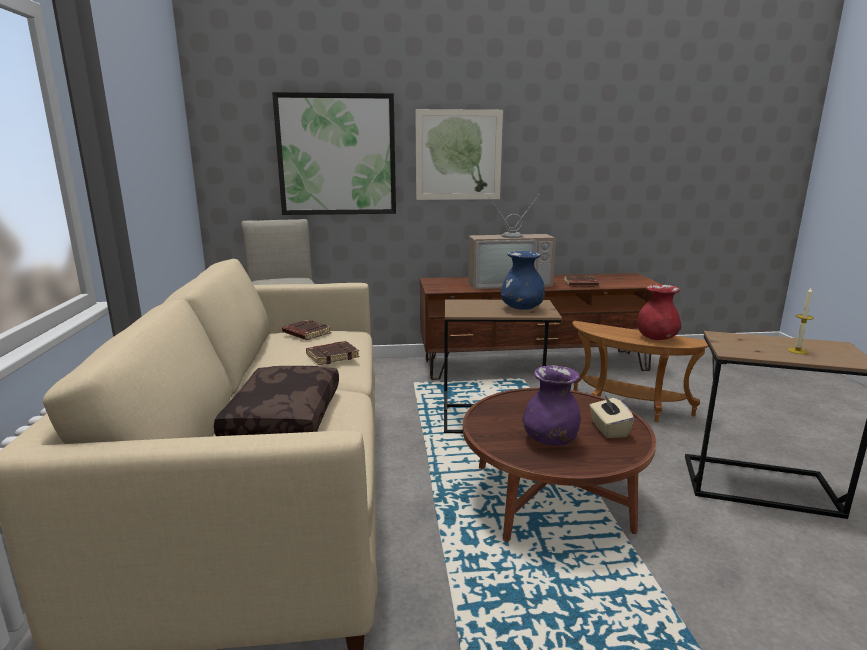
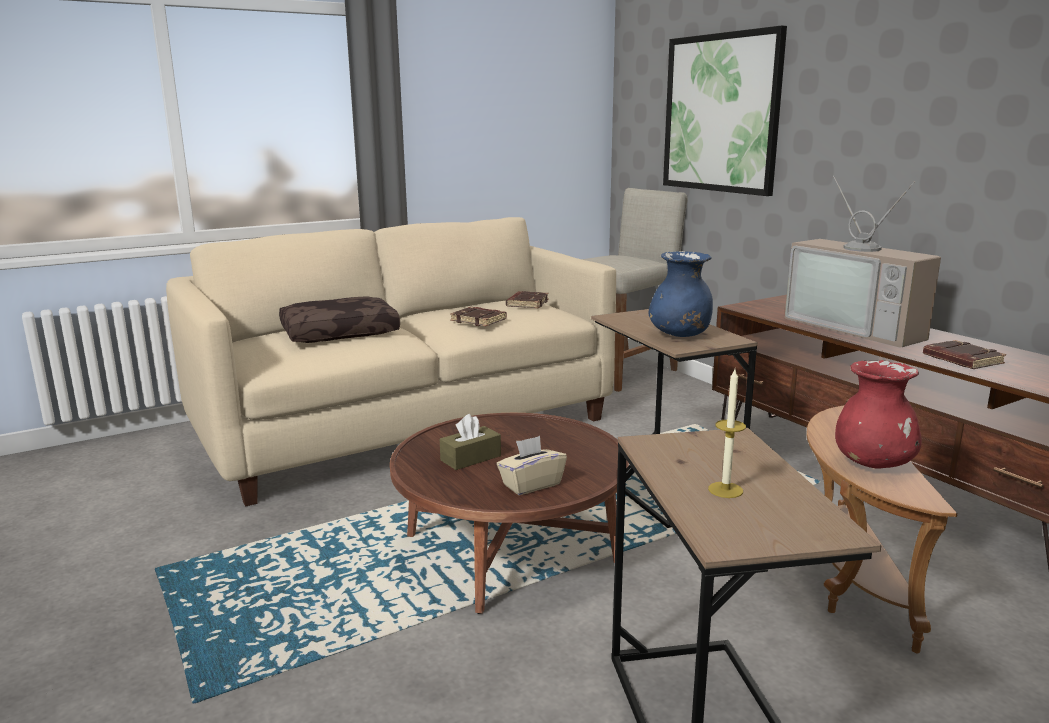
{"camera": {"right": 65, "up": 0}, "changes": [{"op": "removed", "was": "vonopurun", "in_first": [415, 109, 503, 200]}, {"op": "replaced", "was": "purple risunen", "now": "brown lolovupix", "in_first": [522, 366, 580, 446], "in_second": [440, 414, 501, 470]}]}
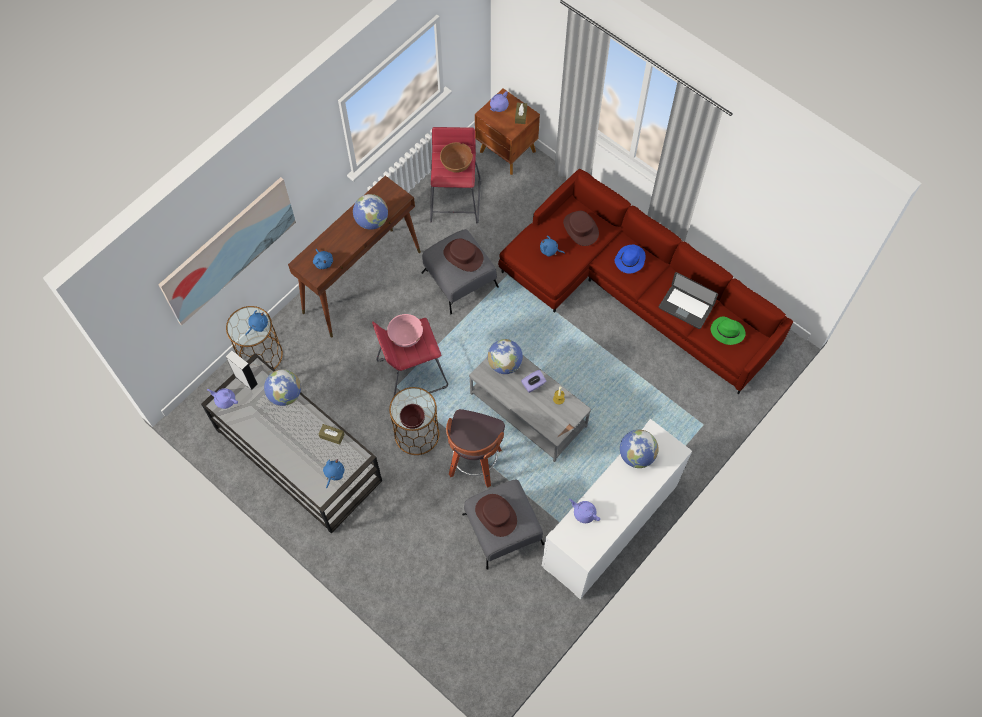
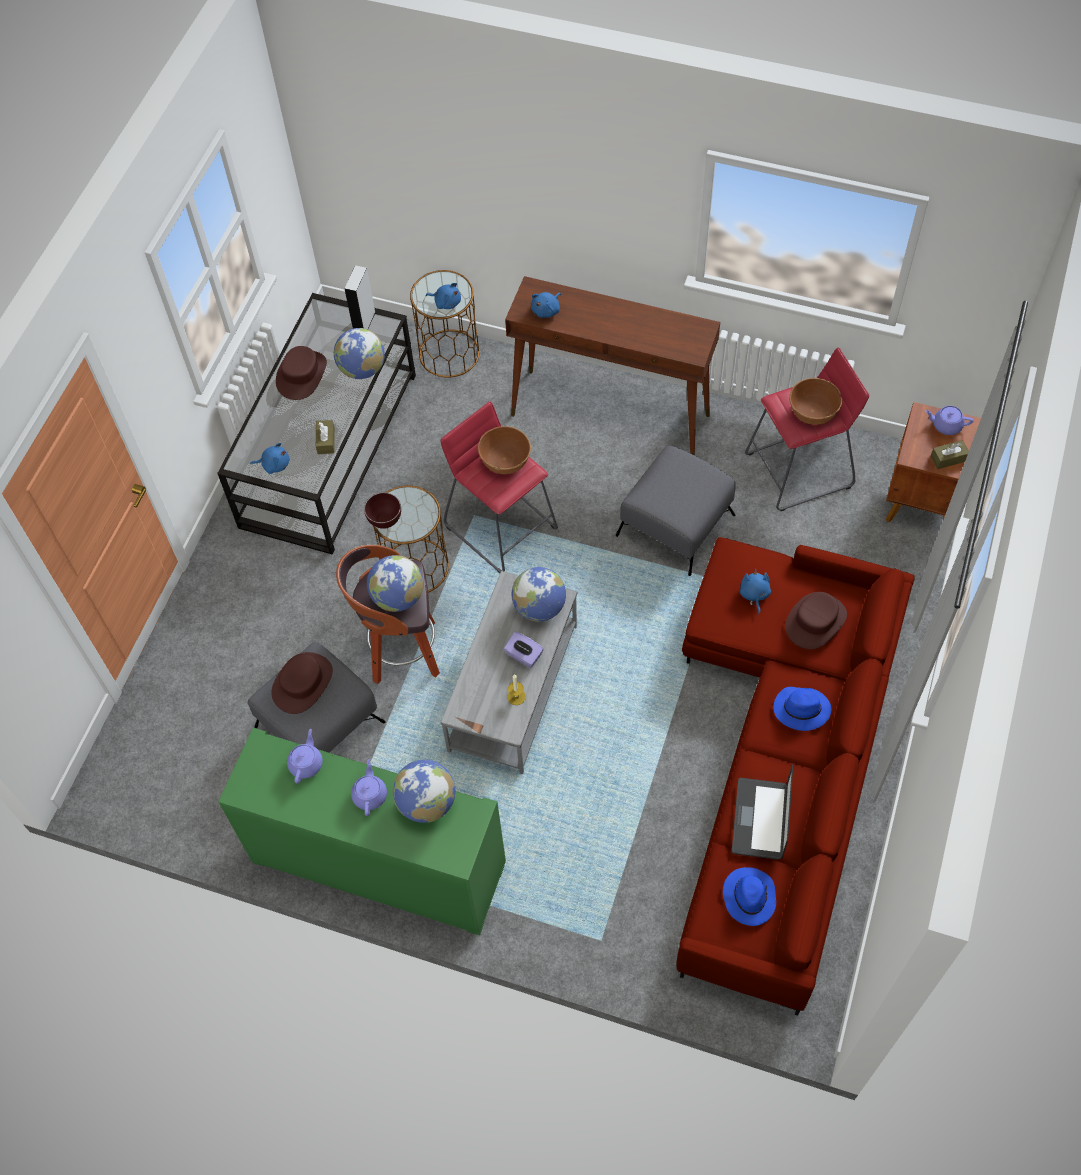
{"camera": {"right": 70, "up": -5}, "changes": [{"op": "removed", "was": "vonopurun", "in_first": [158, 177, 296, 325]}, {"op": "moved", "was": "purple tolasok", "in_first": [207, 388, 238, 409], "in_second": [351, 759, 387, 816]}, {"op": "moved", "was": "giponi", "in_first": [353, 194, 388, 230], "in_second": [367, 555, 423, 612]}, {"op": "moved", "was": "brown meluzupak", "in_first": [443, 238, 483, 272], "in_second": [276, 346, 327, 400]}, {"op": "recoloured", "was": "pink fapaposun", "now": "brown fapaposun", "in_first": [387, 314, 423, 347], "in_second": [478, 426, 531, 475]}, {"op": "recoloured", "was": "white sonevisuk", "now": "green sonevisuk", "in_first": [542, 419, 692, 599], "in_second": [218, 728, 506, 935]}, {"op": "recoloured", "was": "green meluzupak", "now": "blue meluzupak", "in_first": [711, 316, 746, 345], "in_second": [723, 867, 776, 926]}]}
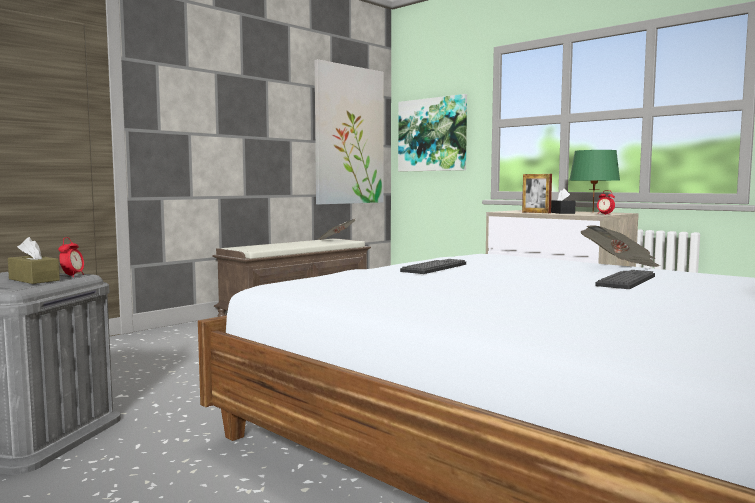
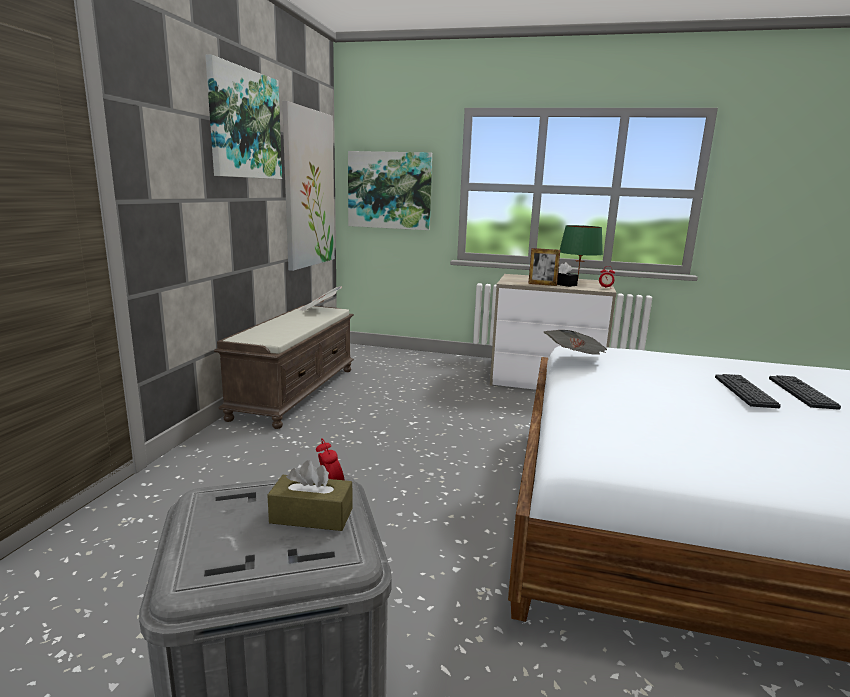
{"camera": {"right": -30, "up": 10}, "changes": [{"op": "added", "now": "vonopurun", "in_second": [205, 54, 282, 179]}, {"op": "moved", "was": "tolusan", "in_first": [400, 259, 466, 274], "in_second": [715, 374, 781, 408]}, {"op": "moved", "was": "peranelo", "in_first": [580, 226, 660, 267], "in_second": [543, 330, 607, 355]}]}
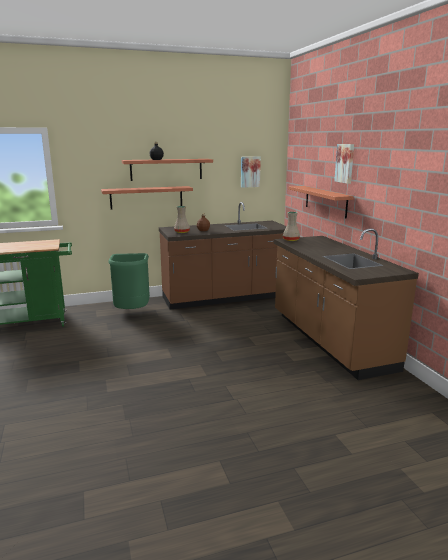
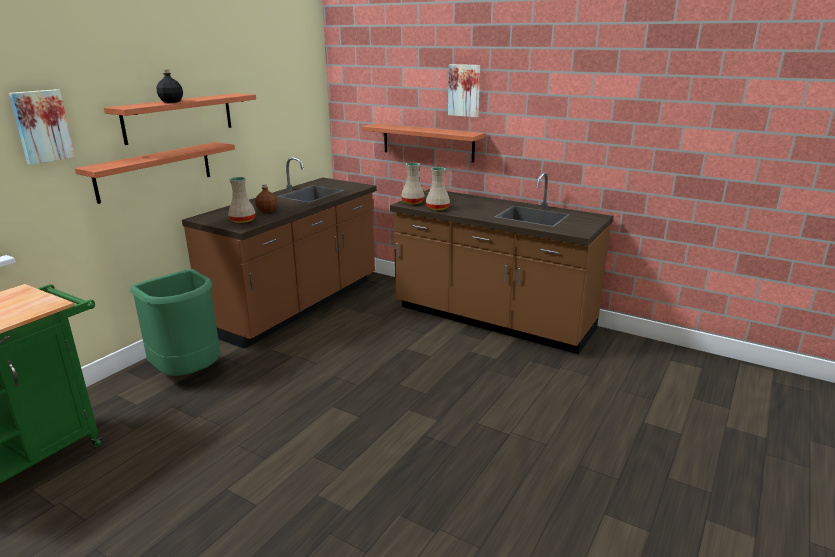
{"camera": {"right": -40, "up": 5}, "changes": [{"op": "added", "now": "beige risunen", "in_second": [426, 167, 450, 210]}, {"op": "moved", "was": "vonopurun", "in_first": [241, 156, 261, 188], "in_second": [9, 89, 75, 165]}]}
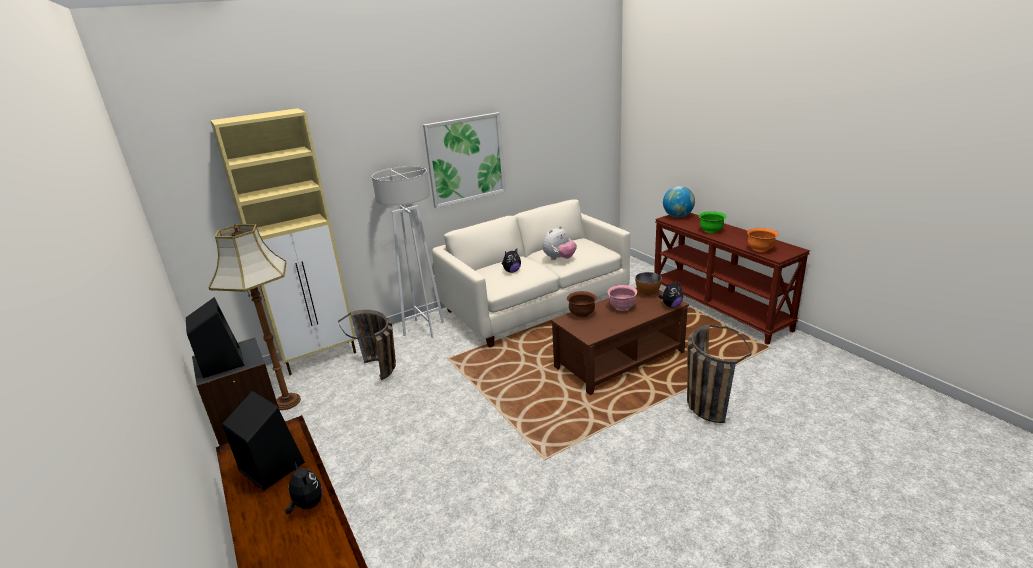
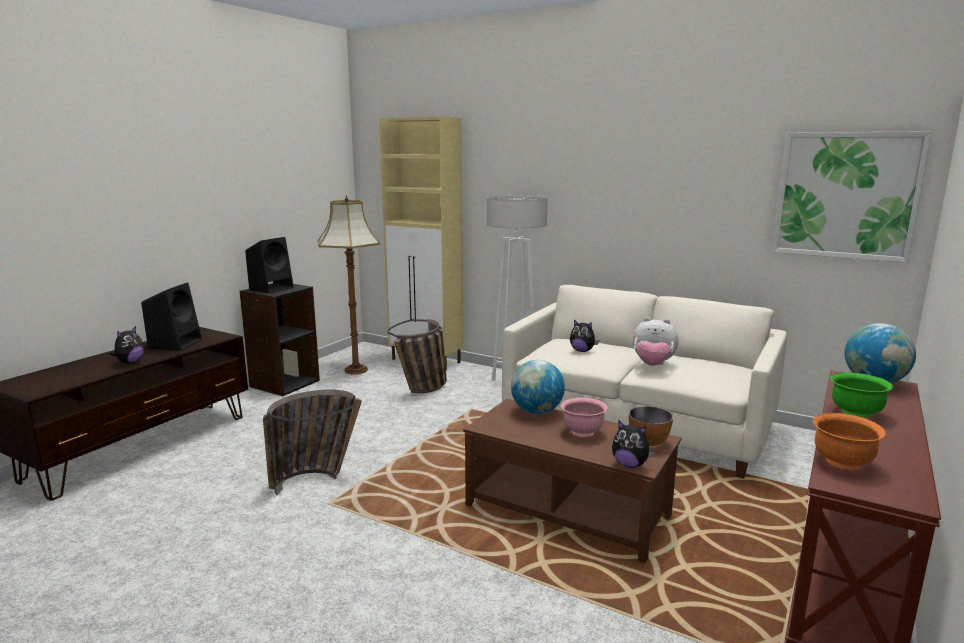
{"camera": {"right": 60, "up": -10}, "changes": [{"op": "moved", "was": "vonopurun", "in_first": [423, 112, 506, 208], "in_second": [772, 131, 932, 263]}, {"op": "moved", "was": "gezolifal", "in_first": [687, 324, 752, 423], "in_second": [263, 390, 362, 495]}, {"op": "replaced", "was": "brown fapaposun", "now": "giponi", "in_first": [567, 291, 597, 318], "in_second": [511, 360, 565, 414]}]}
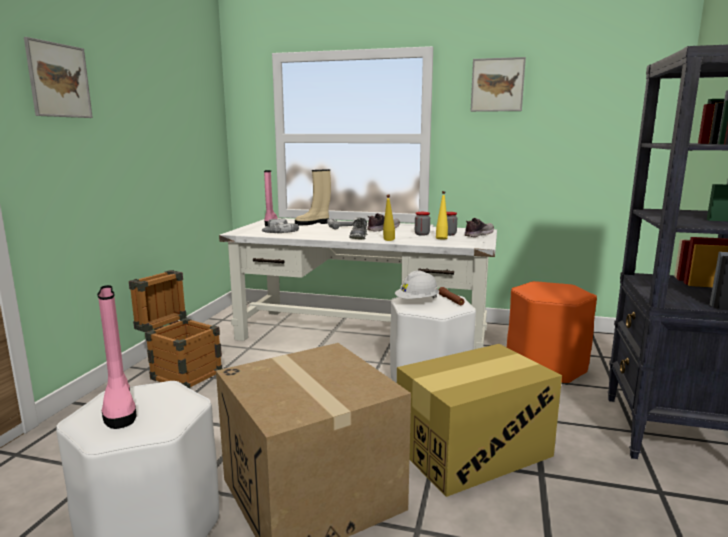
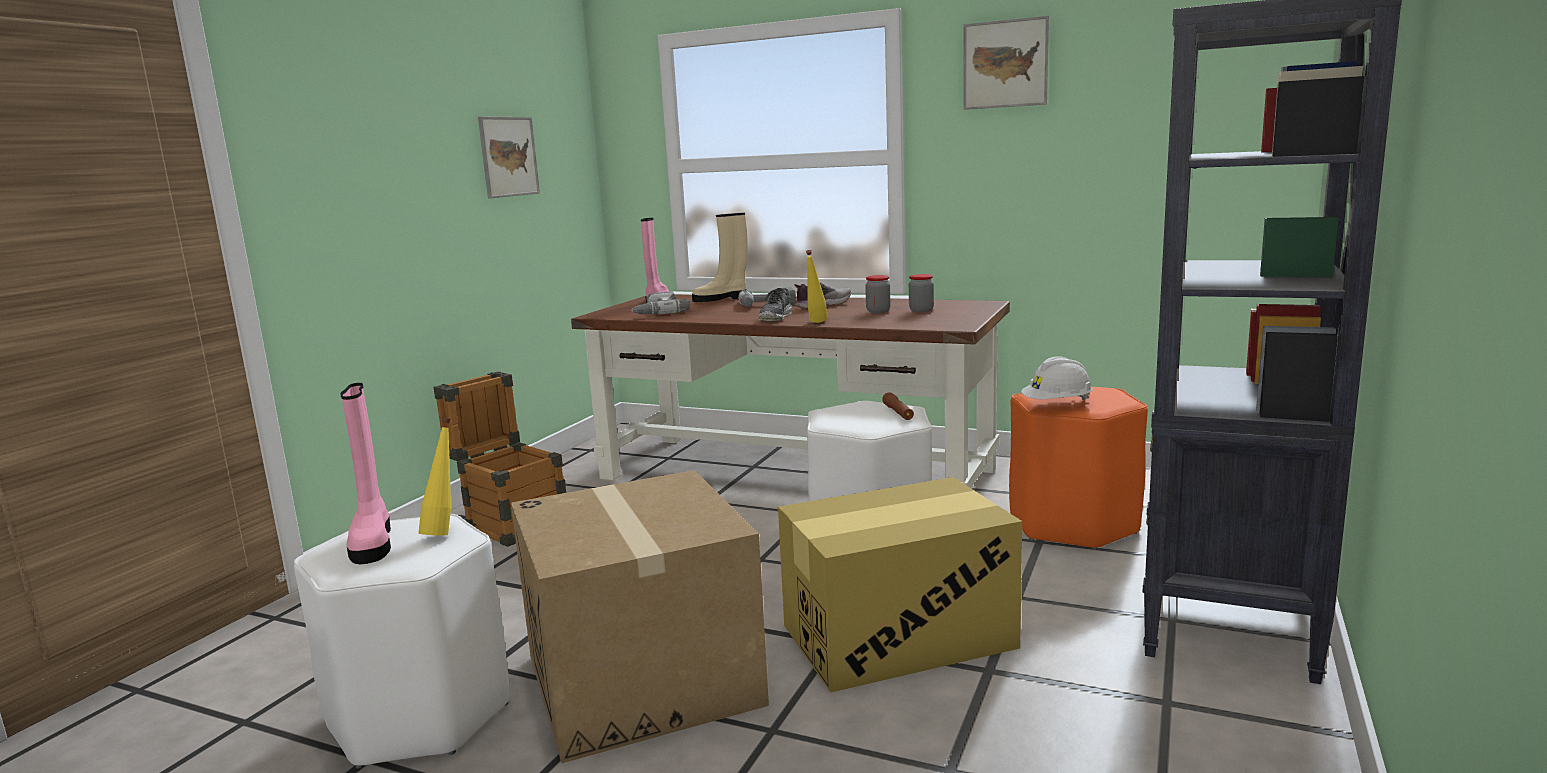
{"camera": {"right": 10, "up": 0}, "changes": [{"op": "removed", "was": "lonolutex", "in_first": [464, 218, 494, 237]}, {"op": "moved", "was": "vonopurun", "in_first": [24, 37, 93, 118], "in_second": [478, 117, 540, 198]}, {"op": "moved", "was": "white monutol", "in_first": [395, 271, 439, 299], "in_second": [1021, 356, 1093, 401]}, {"op": "moved", "was": "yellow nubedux", "in_first": [436, 191, 448, 239], "in_second": [418, 418, 451, 535]}, {"op": "recoloured", "was": "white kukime", "now": "brown kukime", "in_first": [219, 219, 497, 349], "in_second": [571, 295, 1010, 488]}]}
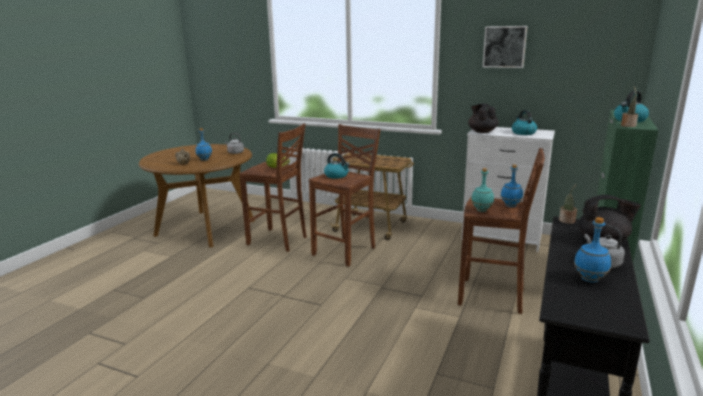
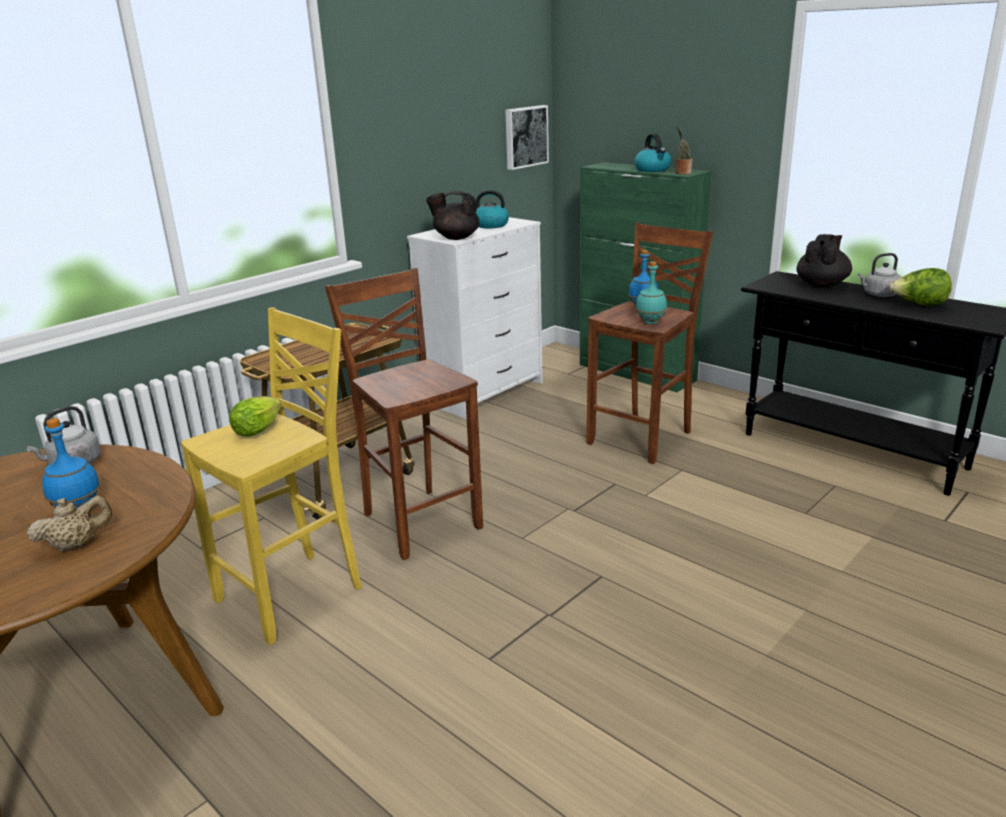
{"camera": {"right": -70, "up": 5}, "changes": [{"op": "removed", "was": "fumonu", "in_first": [324, 153, 350, 179]}, {"op": "removed", "was": "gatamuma", "in_first": [559, 183, 577, 224]}, {"op": "moved", "was": "vonopurun", "in_first": [482, 26, 527, 68], "in_second": [505, 105, 549, 170]}, {"op": "replaced", "was": "blue nubedux", "now": "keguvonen", "in_first": [574, 217, 611, 283], "in_second": [889, 268, 952, 306]}, {"op": "recoloured", "was": "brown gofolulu", "now": "yellow gofolulu", "in_first": [239, 124, 307, 252], "in_second": [181, 308, 362, 645]}]}
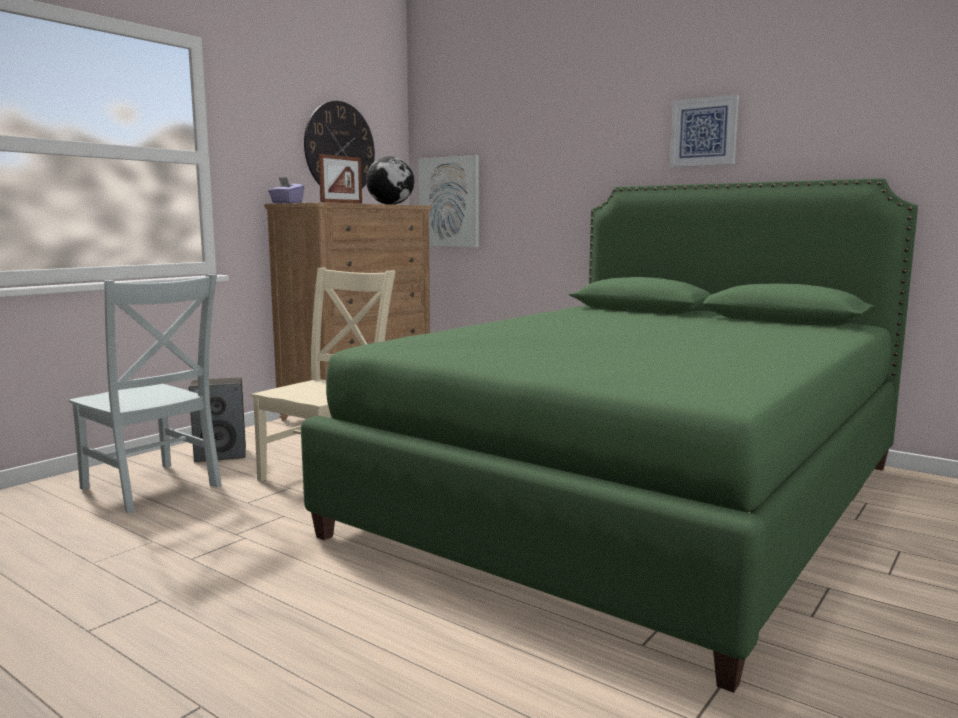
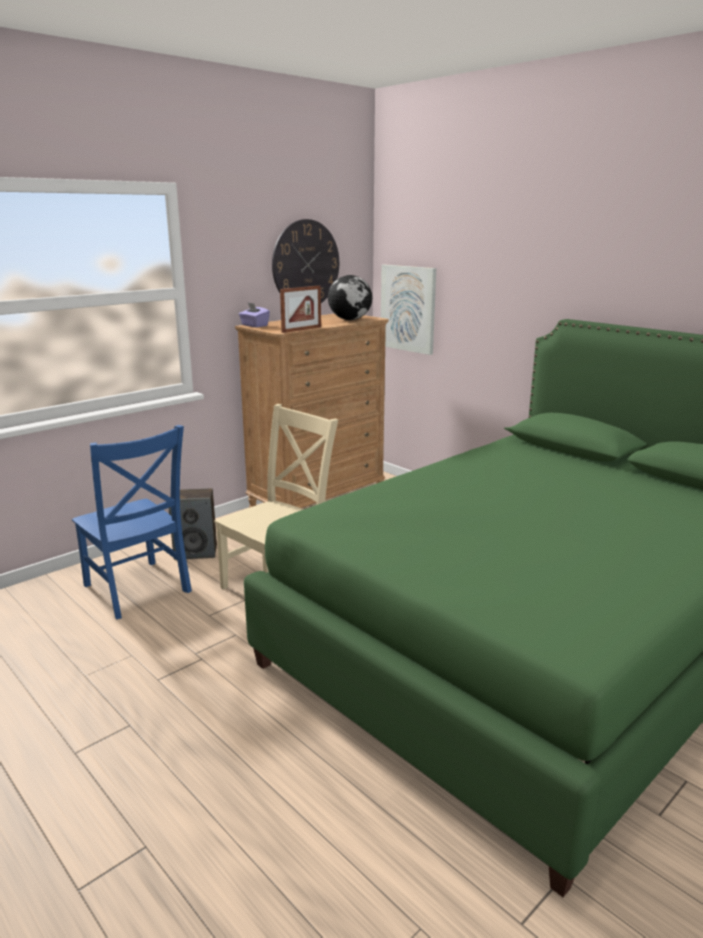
{"camera": {"right": 10, "up": 10}, "changes": [{"op": "removed", "was": "vonopurun", "in_first": [670, 94, 739, 167]}, {"op": "recoloured", "was": "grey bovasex", "now": "blue bovasex", "in_first": [69, 274, 221, 513], "in_second": [72, 425, 192, 619]}]}
